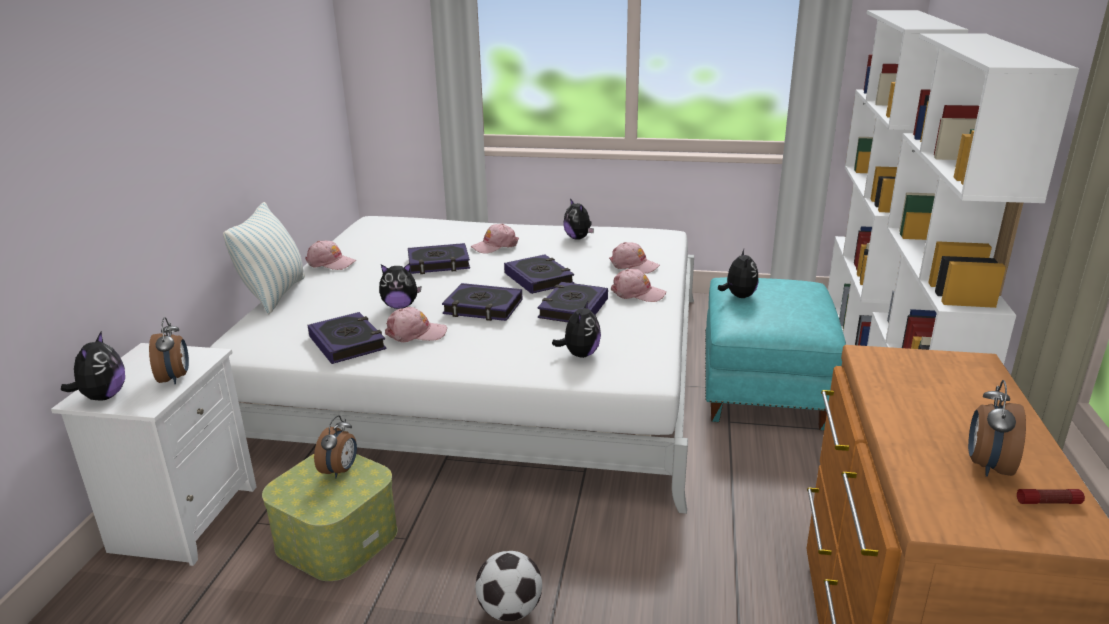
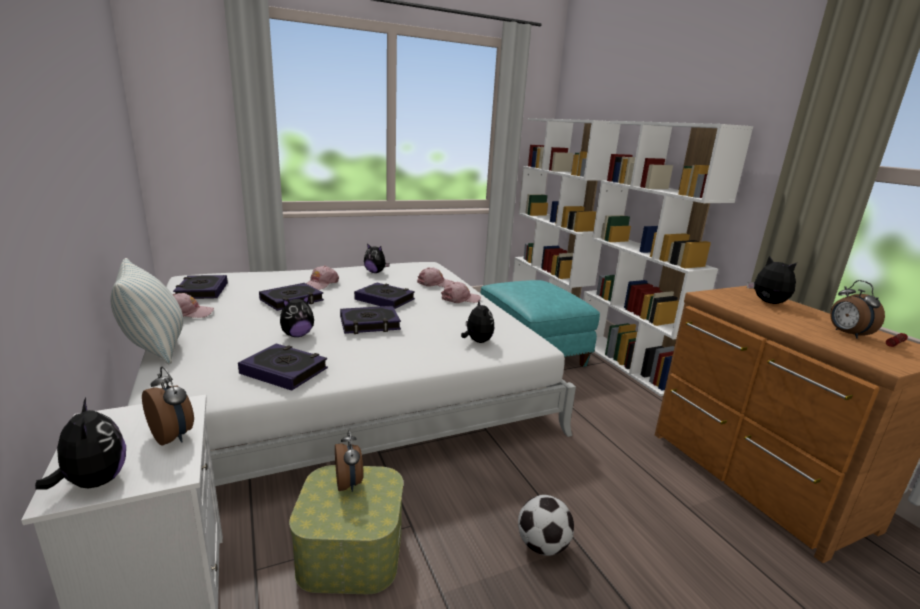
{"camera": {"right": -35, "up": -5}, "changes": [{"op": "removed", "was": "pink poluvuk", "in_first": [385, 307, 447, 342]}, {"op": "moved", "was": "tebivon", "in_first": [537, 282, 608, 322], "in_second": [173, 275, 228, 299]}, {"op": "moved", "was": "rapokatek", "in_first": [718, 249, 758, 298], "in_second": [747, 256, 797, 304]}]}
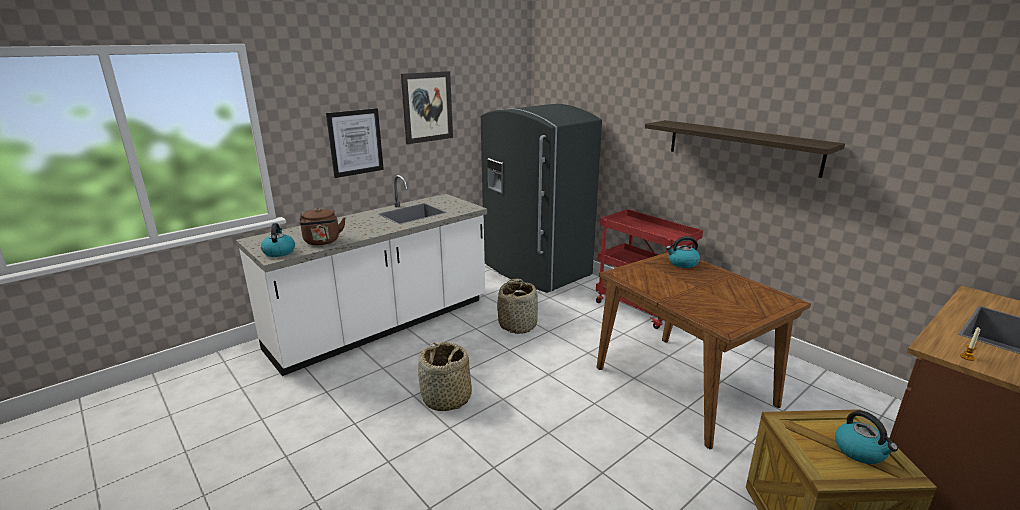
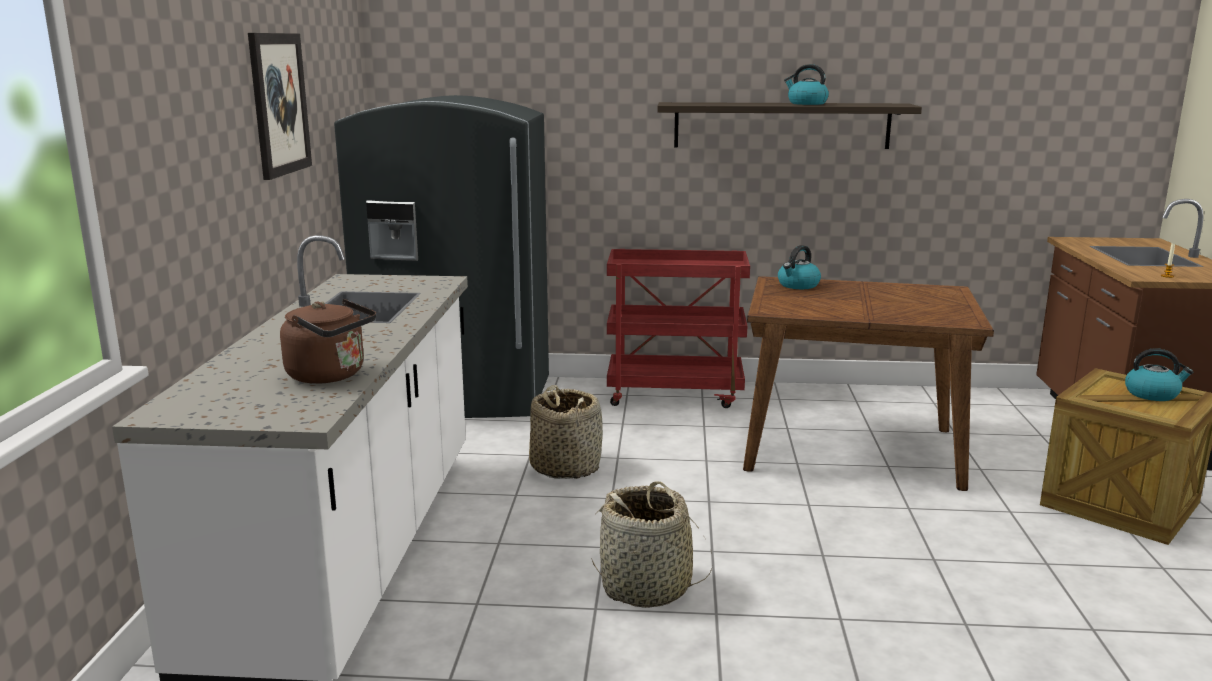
{"camera": {"right": -45, "up": -5}, "changes": [{"op": "removed", "was": "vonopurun", "in_first": [326, 108, 384, 178]}, {"op": "moved", "was": "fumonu", "in_first": [261, 223, 295, 257], "in_second": [784, 64, 829, 105]}]}
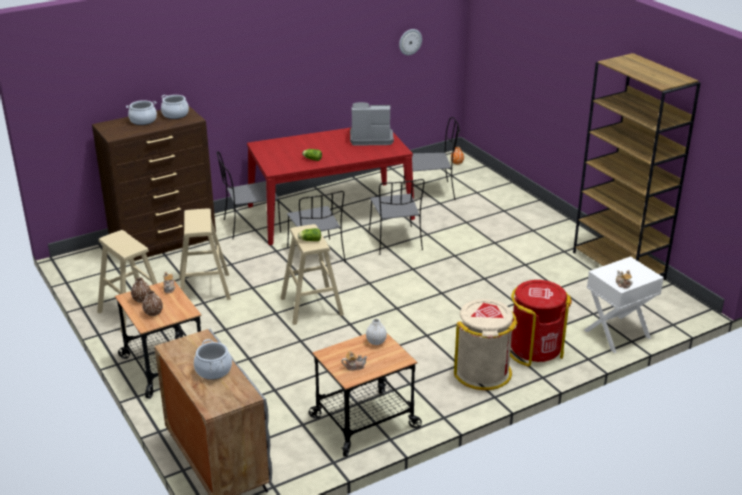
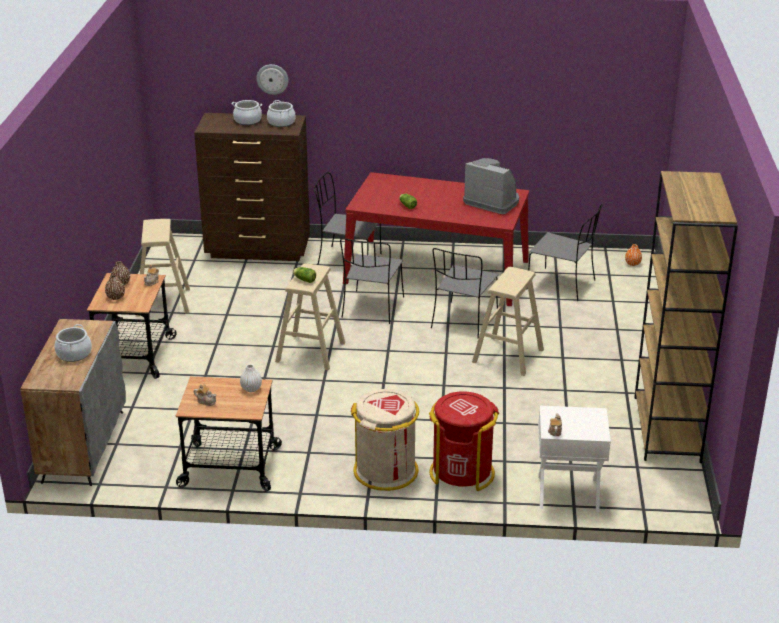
{"camera": {"right": 35, "up": 0}, "changes": [{"op": "moved", "was": "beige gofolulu", "in_first": [179, 209, 231, 300], "in_second": [472, 267, 544, 376]}, {"op": "moved", "was": "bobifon", "in_first": [399, 29, 422, 55], "in_second": [257, 64, 289, 95]}]}
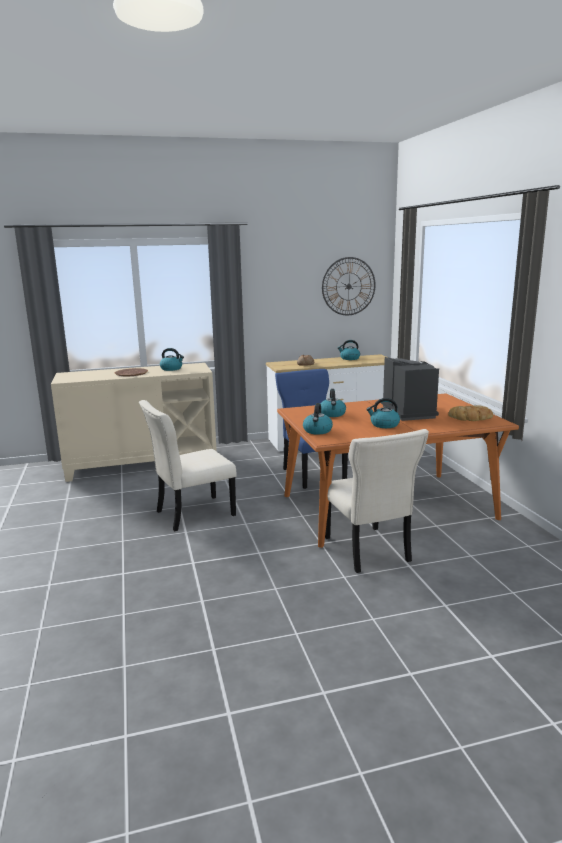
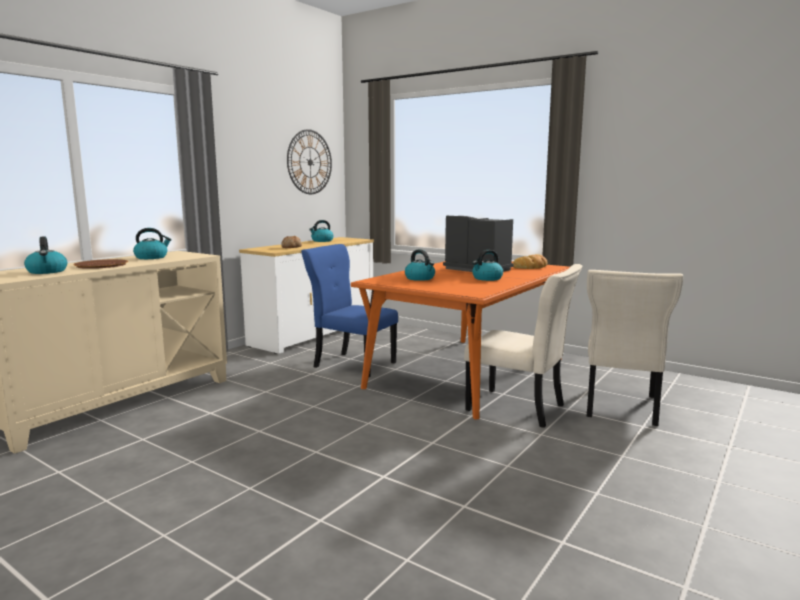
{"camera": {"right": -40, "up": -5}, "changes": [{"op": "moved", "was": "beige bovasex", "in_first": [139, 400, 237, 532], "in_second": [587, 270, 683, 426]}, {"op": "moved", "was": "fumonu", "in_first": [303, 403, 333, 434], "in_second": [24, 236, 68, 274]}]}
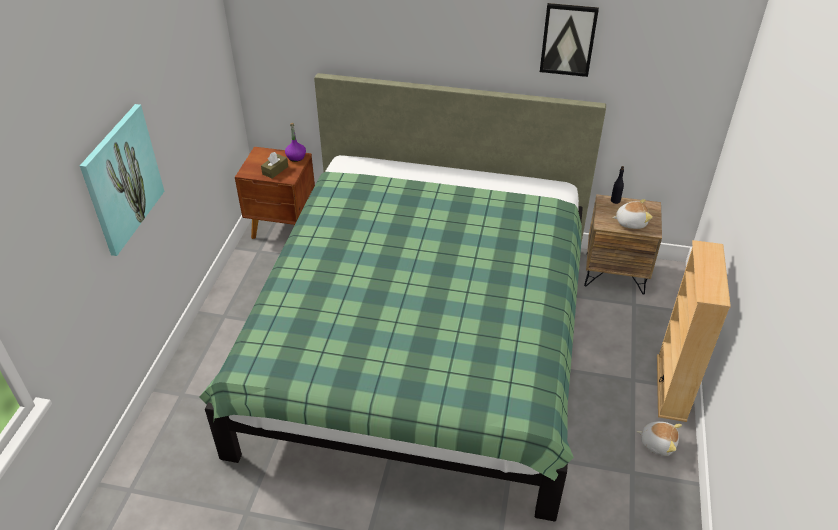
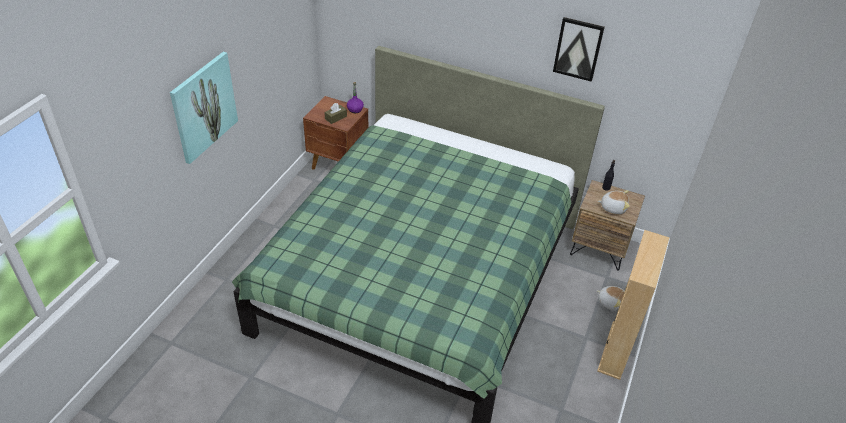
{"camera": {"right": 10, "up": 0}, "changes": [{"op": "moved", "was": "rapokatek", "in_first": [636, 421, 682, 456], "in_second": [597, 286, 625, 311]}]}
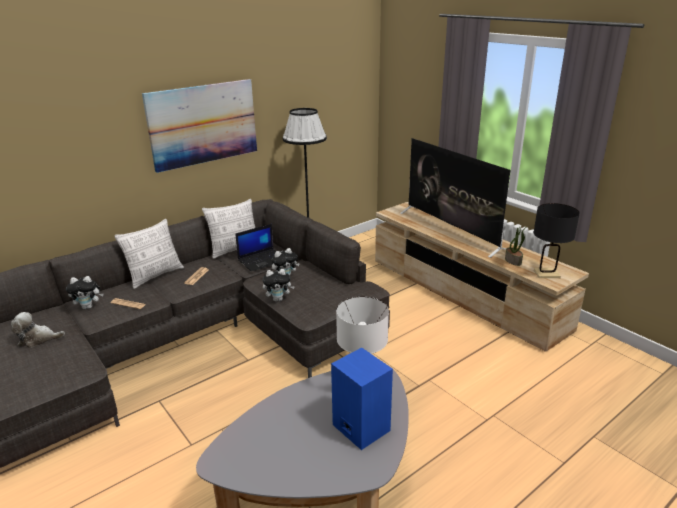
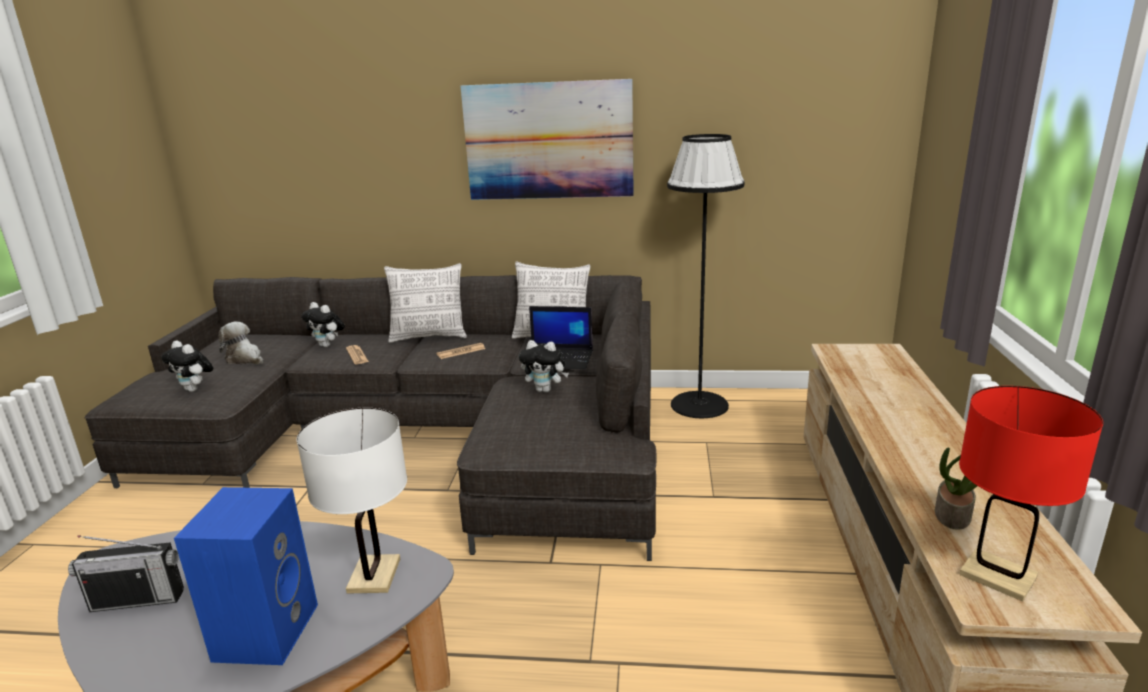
{"camera": {"right": 45, "up": -5}, "changes": [{"op": "removed", "was": "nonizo", "in_first": [400, 138, 510, 258]}, {"op": "added", "now": "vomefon", "in_second": [68, 535, 184, 612]}, {"op": "moved", "was": "rapokatek", "in_first": [263, 269, 295, 301], "in_second": [161, 340, 214, 392]}, {"op": "recoloured", "was": "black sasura", "now": "red sasura", "in_first": [534, 203, 580, 278], "in_second": [959, 386, 1103, 601]}]}
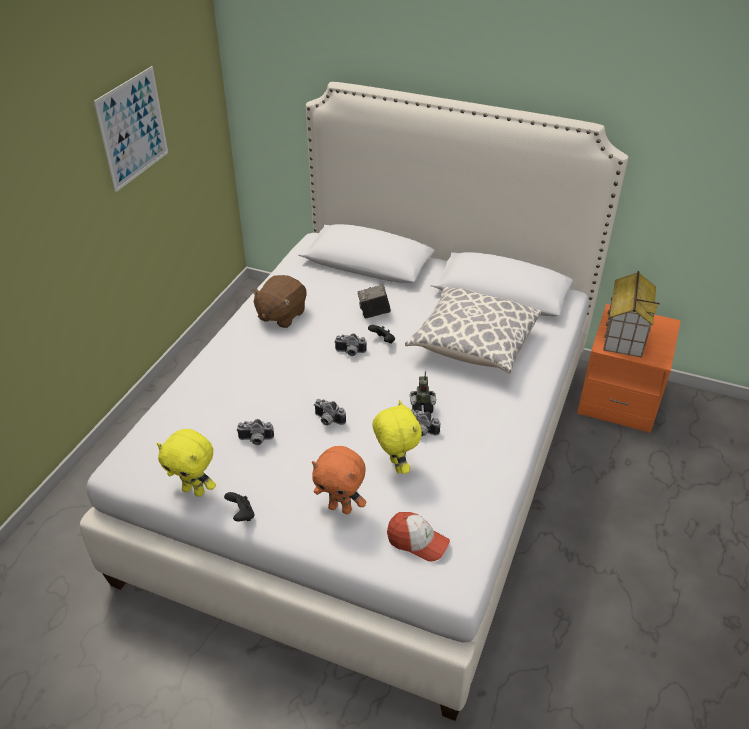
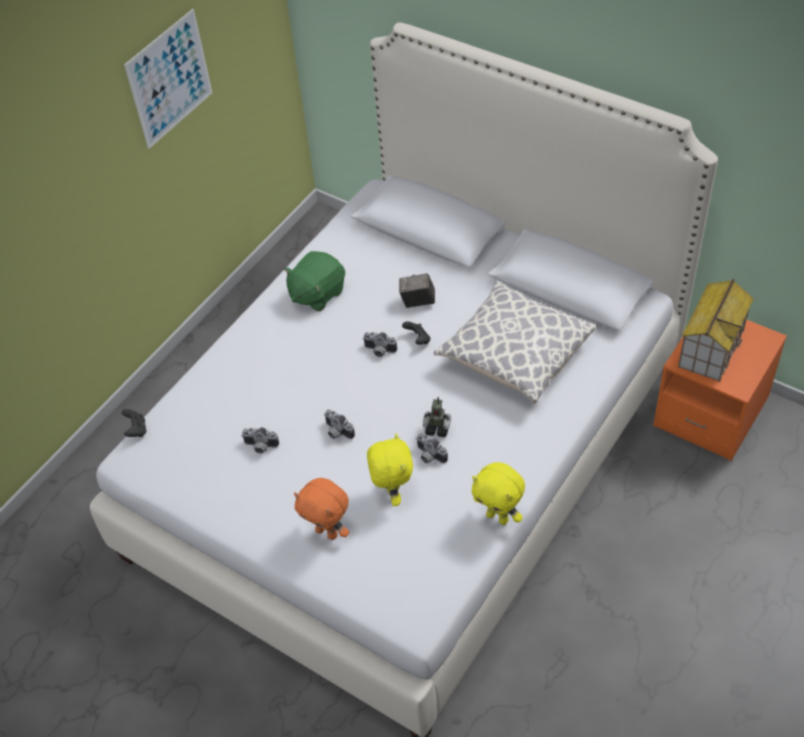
{"camera": {"right": 15, "up": 10}, "changes": [{"op": "removed", "was": "poluvuk", "in_first": [387, 512, 450, 562]}, {"op": "moved", "was": "yellow rapokatek", "in_first": [157, 429, 216, 497], "in_second": [472, 462, 525, 525]}, {"op": "moved", "was": "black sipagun", "in_first": [224, 492, 254, 521], "in_second": [122, 409, 147, 437]}, {"op": "recoloured", "was": "brown rapokatek", "now": "green rapokatek", "in_first": [251, 275, 306, 328], "in_second": [284, 251, 345, 311]}]}
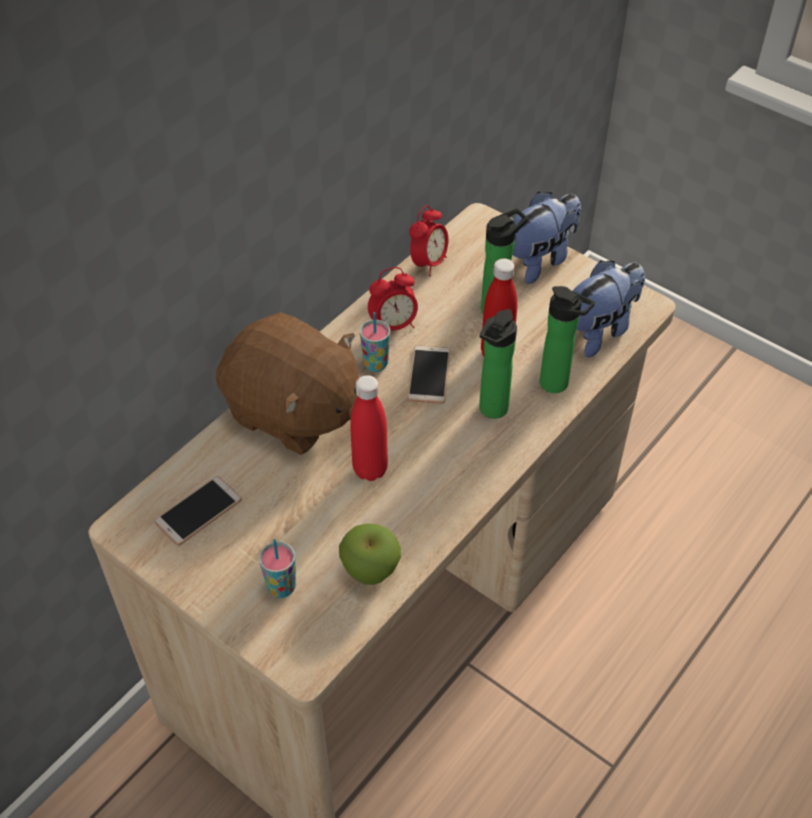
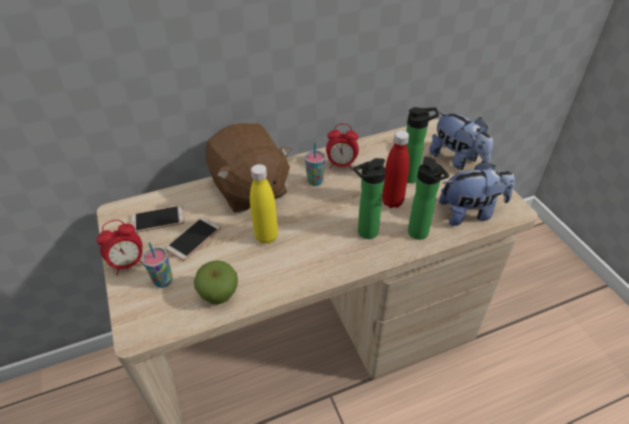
{"camera": {"right": 30, "up": -5}, "changes": [{"op": "moved", "was": "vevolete", "in_first": [407, 345, 450, 404], "in_second": [165, 217, 221, 261]}, {"op": "moved", "was": "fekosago", "in_first": [409, 205, 448, 276], "in_second": [97, 220, 144, 275]}, {"op": "recoloured", "was": "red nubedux", "now": "yellow nubedux", "in_first": [350, 375, 388, 481], "in_second": [250, 164, 278, 244]}, {"op": "turned", "was": "rapokatek", "in_first": [513, 192, 581, 284], "in_second": [429, 111, 493, 170], "clockwise": 60}]}
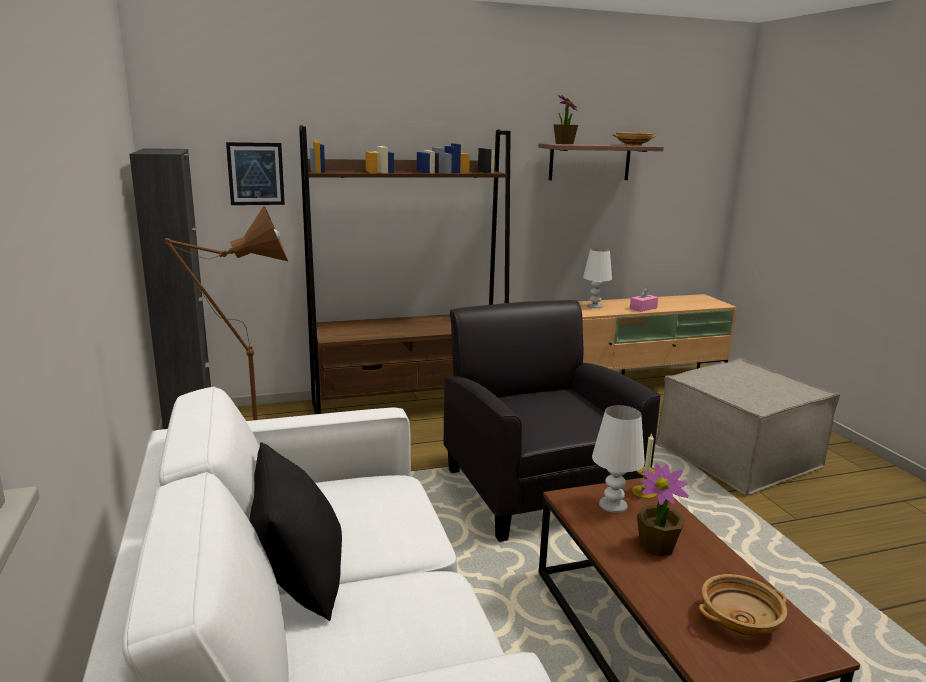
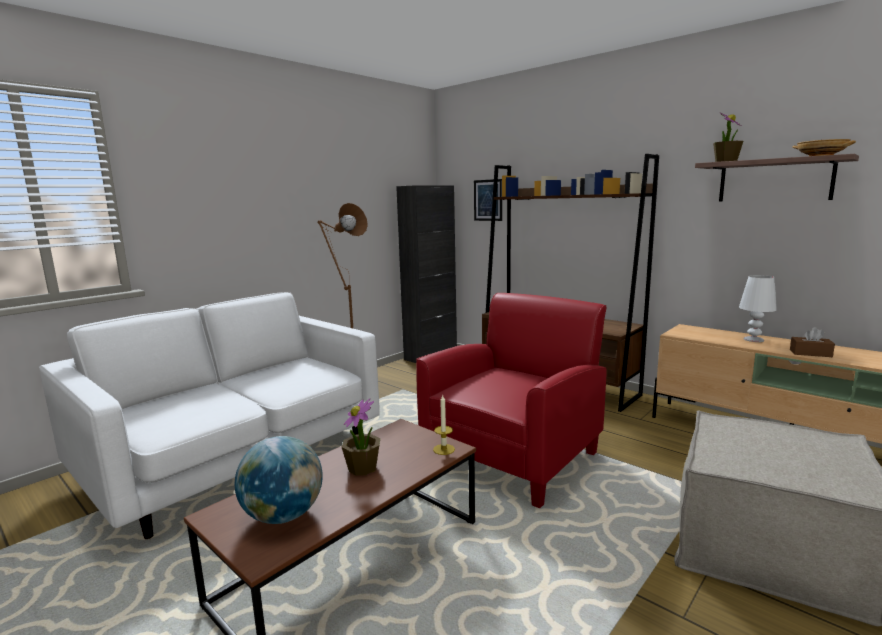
{"camera": {"right": 60, "up": -5}, "changes": [{"op": "removed", "was": "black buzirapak", "in_first": [249, 442, 342, 621]}, {"op": "removed", "was": "white sasura", "in_first": [592, 405, 645, 513]}, {"op": "replaced", "was": "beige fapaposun", "now": "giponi", "in_first": [699, 574, 787, 635], "in_second": [235, 436, 323, 524]}, {"op": "recoloured", "was": "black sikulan", "now": "red sikulan", "in_first": [444, 300, 661, 542], "in_second": [416, 293, 607, 508]}, {"op": "recoloured", "was": "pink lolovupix", "now": "brown lolovupix", "in_first": [630, 287, 658, 312], "in_second": [790, 327, 835, 357]}]}
